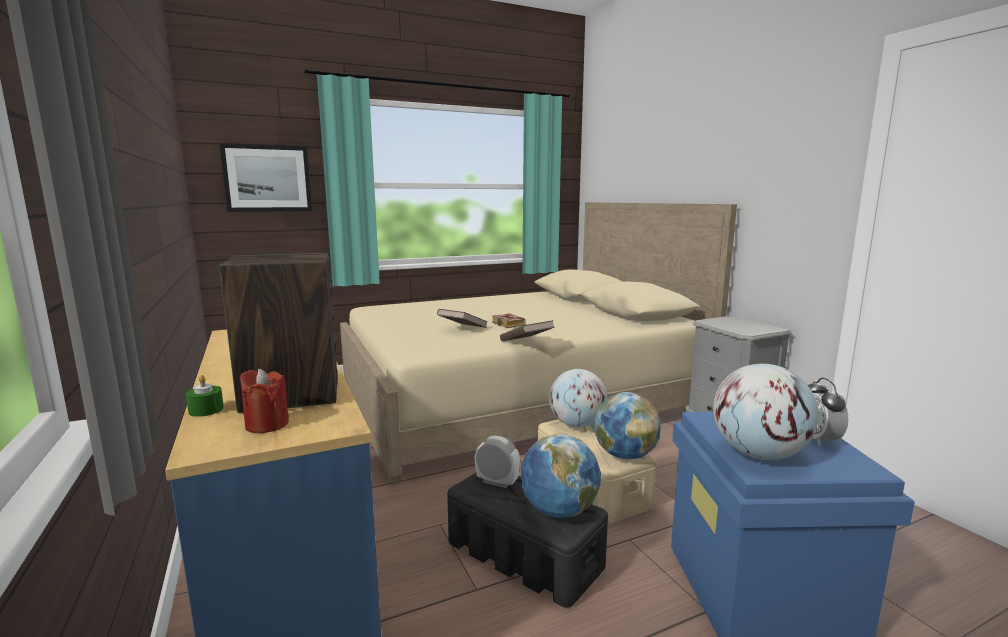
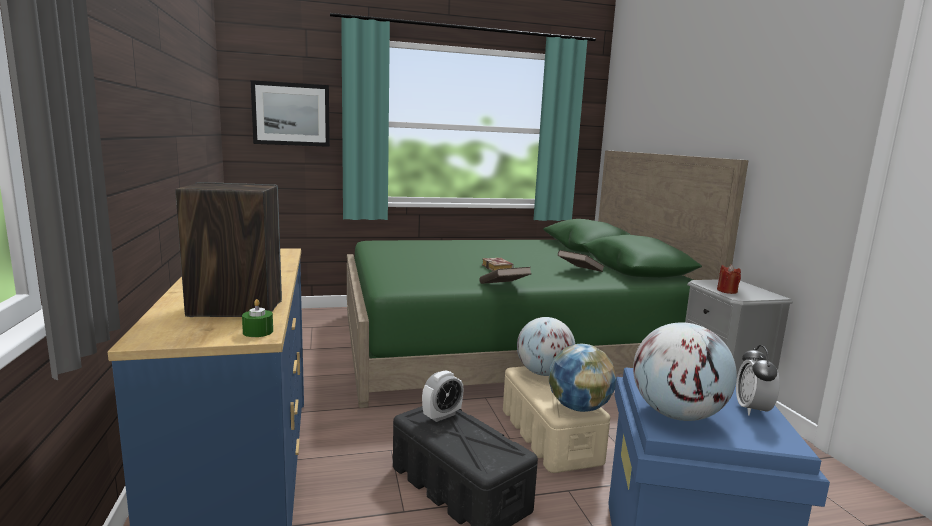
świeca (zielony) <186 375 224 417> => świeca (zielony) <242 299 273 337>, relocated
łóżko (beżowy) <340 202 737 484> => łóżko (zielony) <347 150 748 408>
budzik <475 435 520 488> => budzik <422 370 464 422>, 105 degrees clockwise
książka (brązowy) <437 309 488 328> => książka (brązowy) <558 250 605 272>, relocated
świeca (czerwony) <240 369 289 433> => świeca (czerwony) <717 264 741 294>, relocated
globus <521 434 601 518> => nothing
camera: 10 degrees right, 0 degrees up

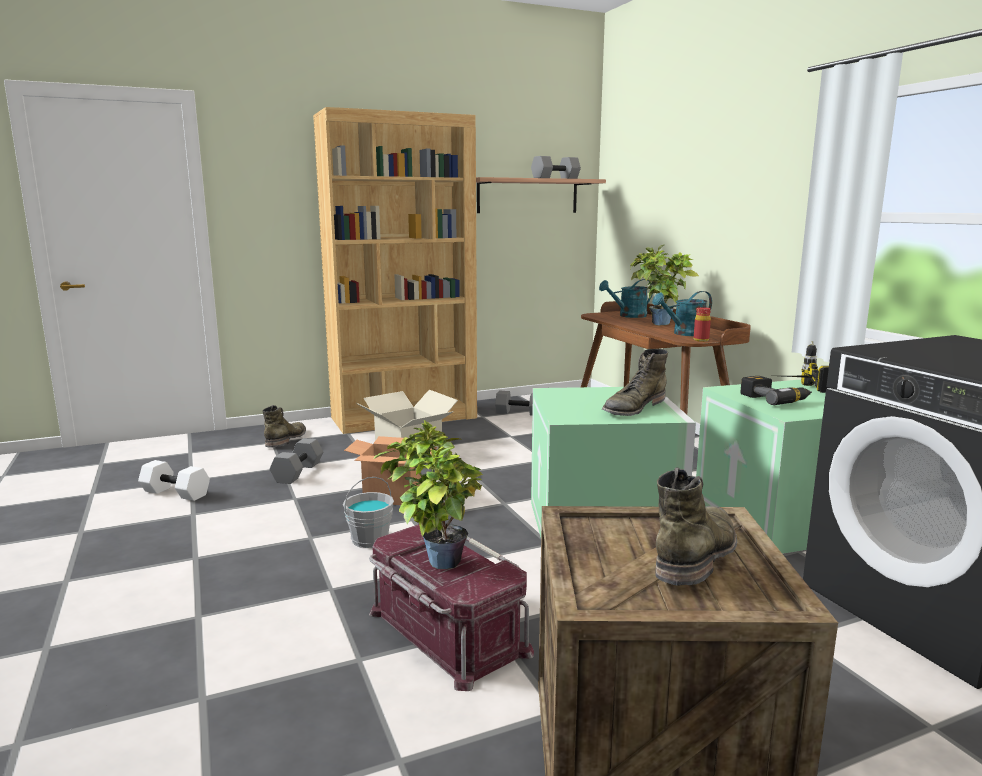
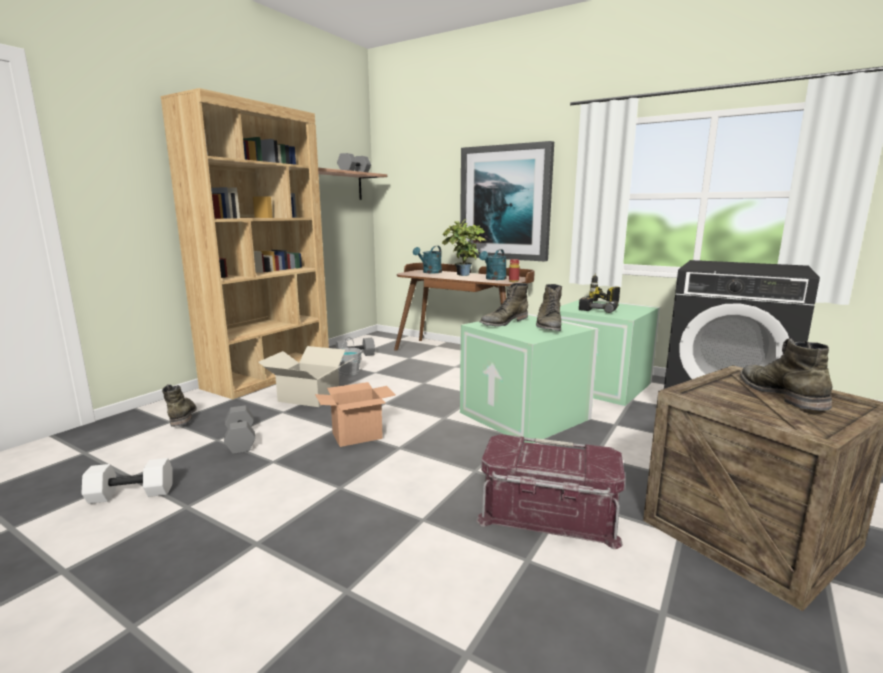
wiadro (szary) <343 477 394 548> => wiadro (szary) <338 337 362 376>, relocated
nothing => obraz <460 141 554 261>
nothing => but z cholewką (zielony) <480 283 528 327>
roślina doniczkowa <374 420 483 569> => nothing
camera: 35 degrees left, 0 degrees up

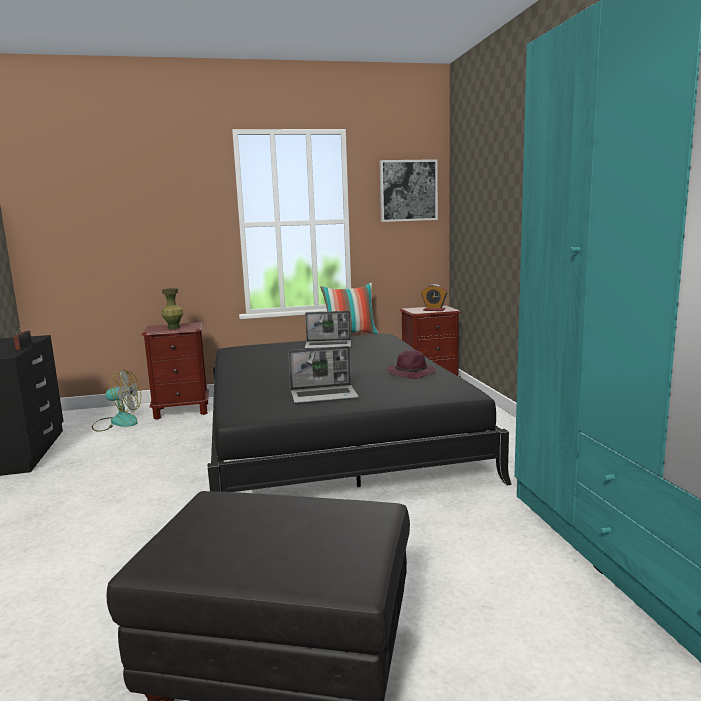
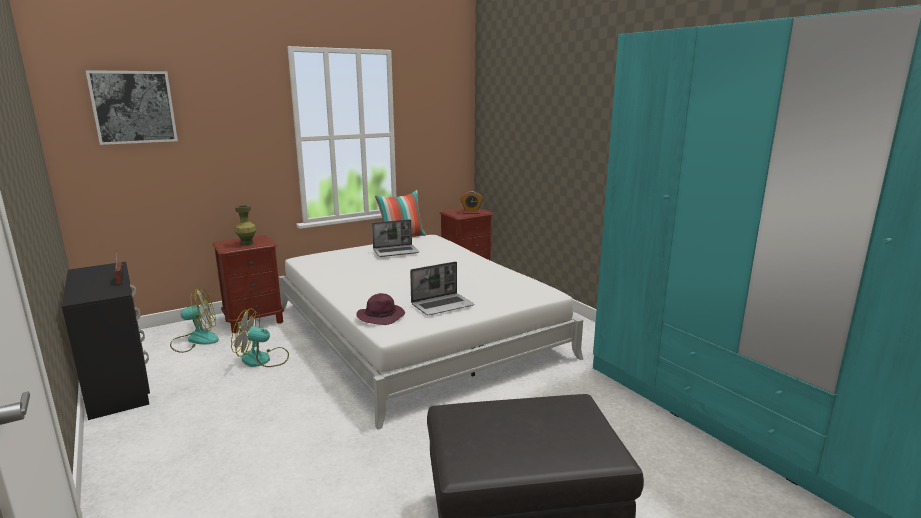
obraz <379 159 438 222> => obraz <86 70 178 145>, relocated
nothing => wentylator <231 308 289 367>
łóżko (czarny) <207 334 512 492> => łóżko (biały) <278 235 583 429>
kapelusz (fioletowy) <387 350 436 379> => kapelusz (fioletowy) <356 293 405 325>, relocated
camera: 20 degrees left, 5 degrees up

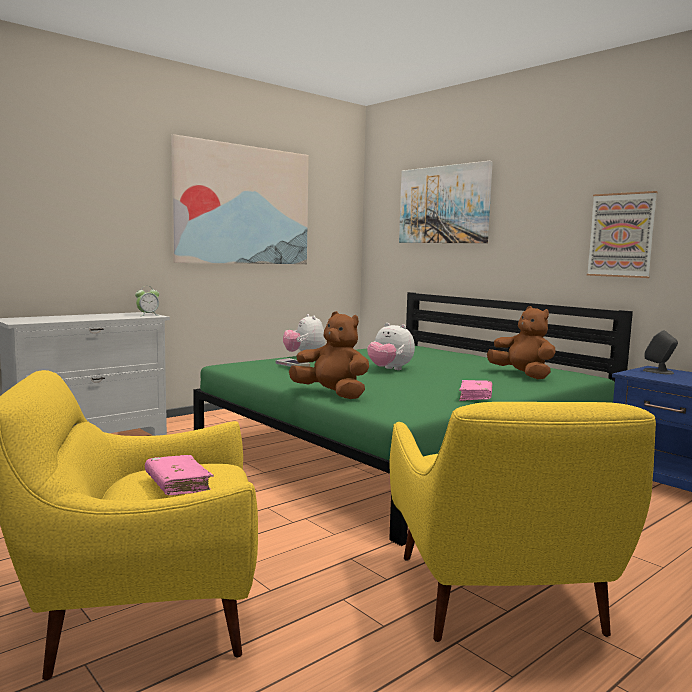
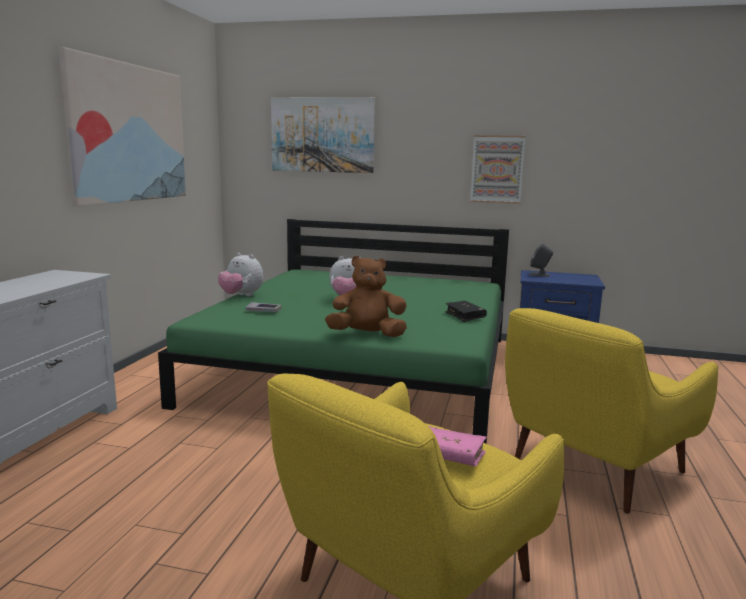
książka (różowy) <459 380 492 401> => książka (czarny) <445 301 487 322>
fotel (żółty) <390 402 656 642> => fotel (żółty) <505 308 718 514>, 90 degrees clockwise
budzik <135 290 159 316> => nothing
pluszak (brązowy) <487 306 556 379> => nothing
camera: 35 degrees left, 5 degrees up

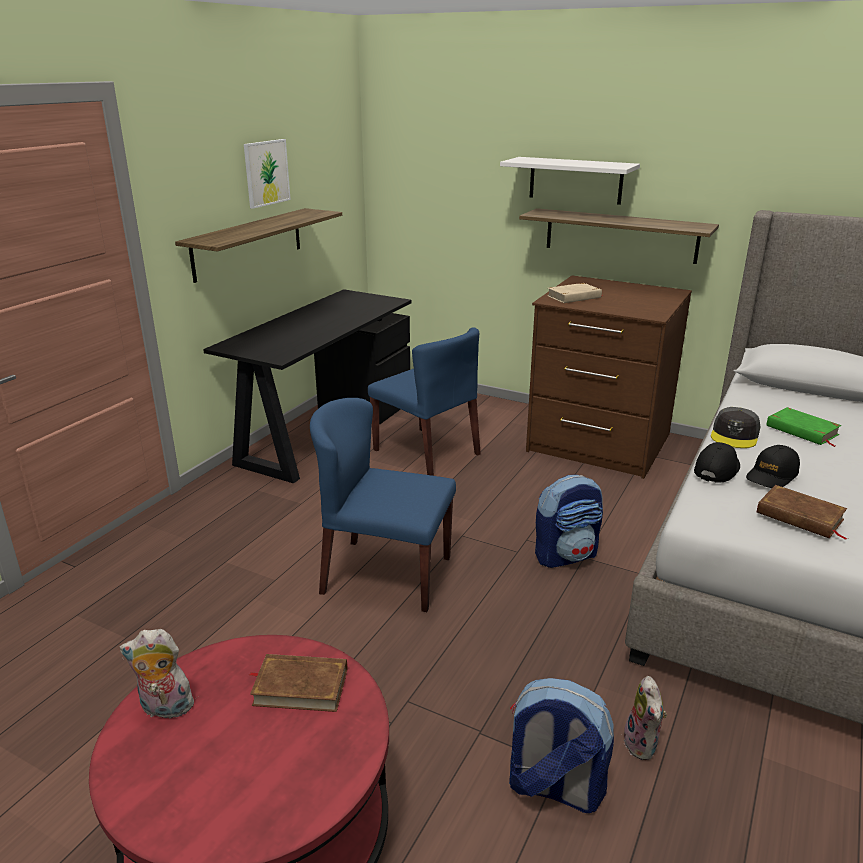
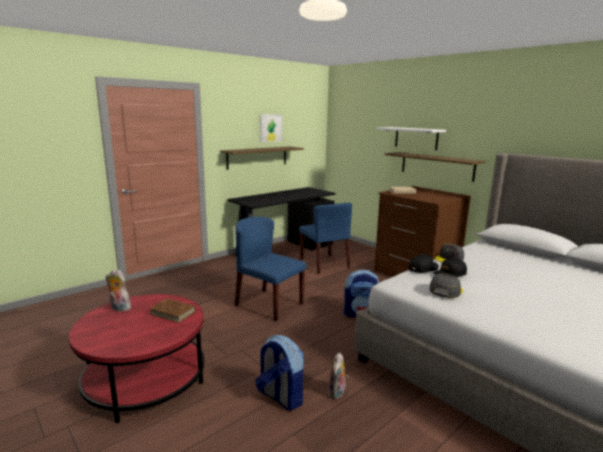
książka (brązowy) <757 485 848 540> => czapka z daszkiem (szary) <430 273 463 298>
książka (zielony) <766 407 842 447> => nothing
camera: 20 degrees right, 10 degrees down

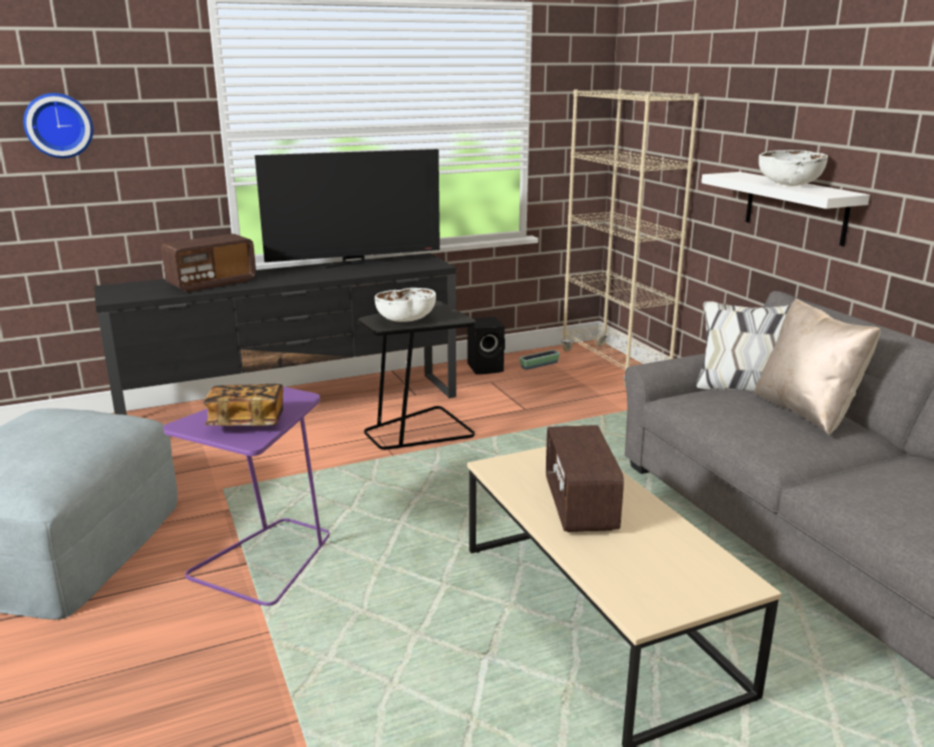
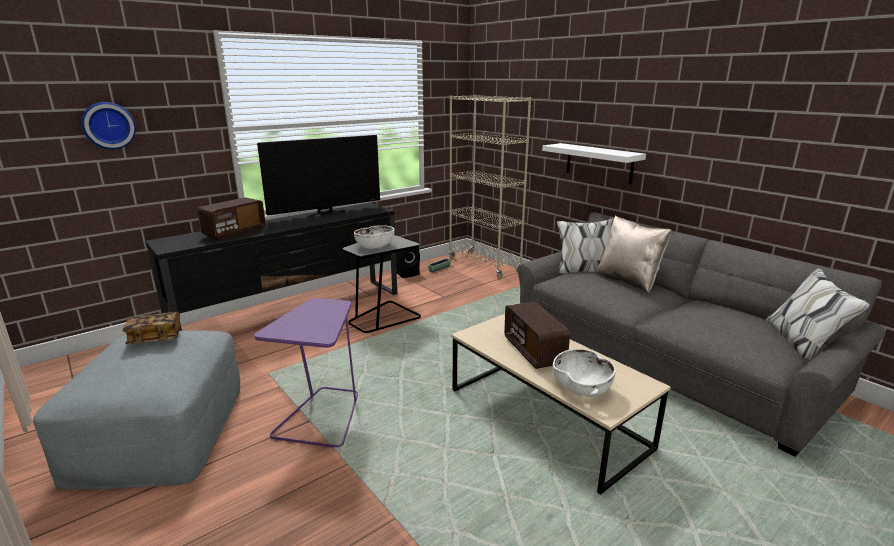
książka <203 384 283 426> => książka <123 312 181 344>, relocated
miska (biały) <759 150 828 186> => miska (biały) <553 349 616 397>, relocated
camera: 15 degrees left, 0 degrees up

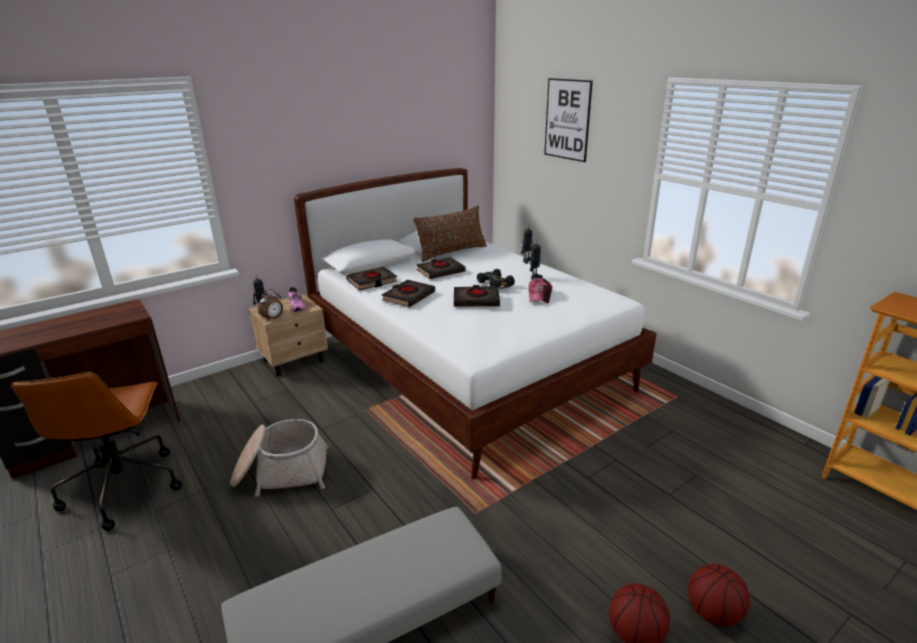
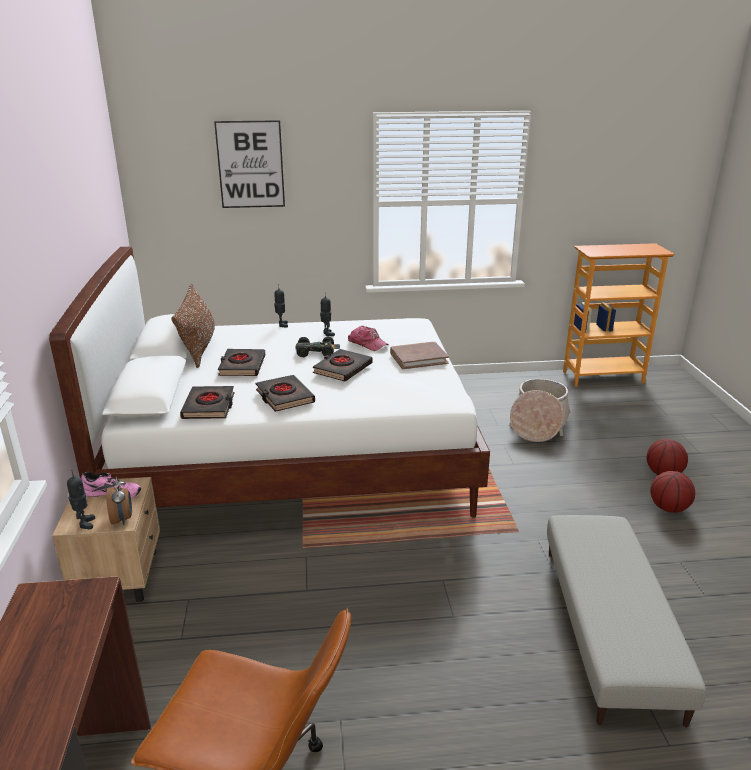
nothing => książka (brązowy) <390 342 449 369>
koszyk <231 419 328 497> => koszyk <509 379 571 442>, relocated
camera: 60 degrees left, 0 degrees up

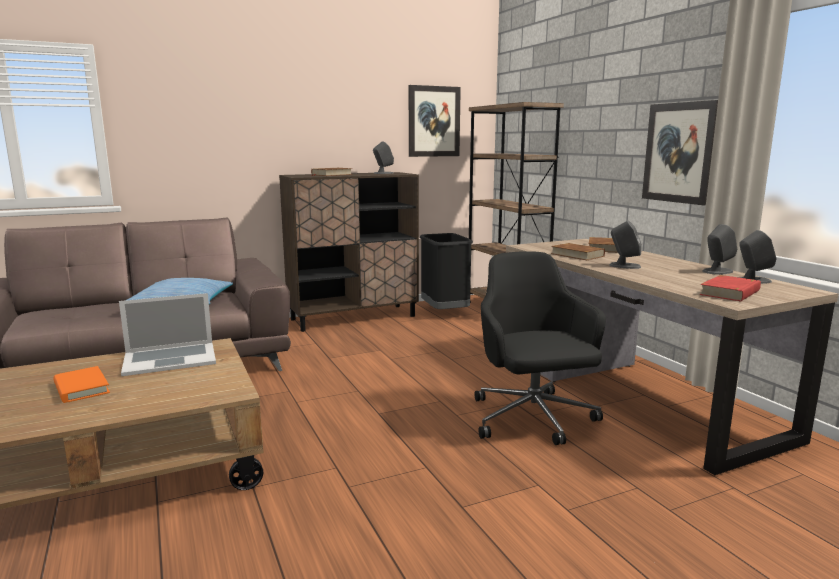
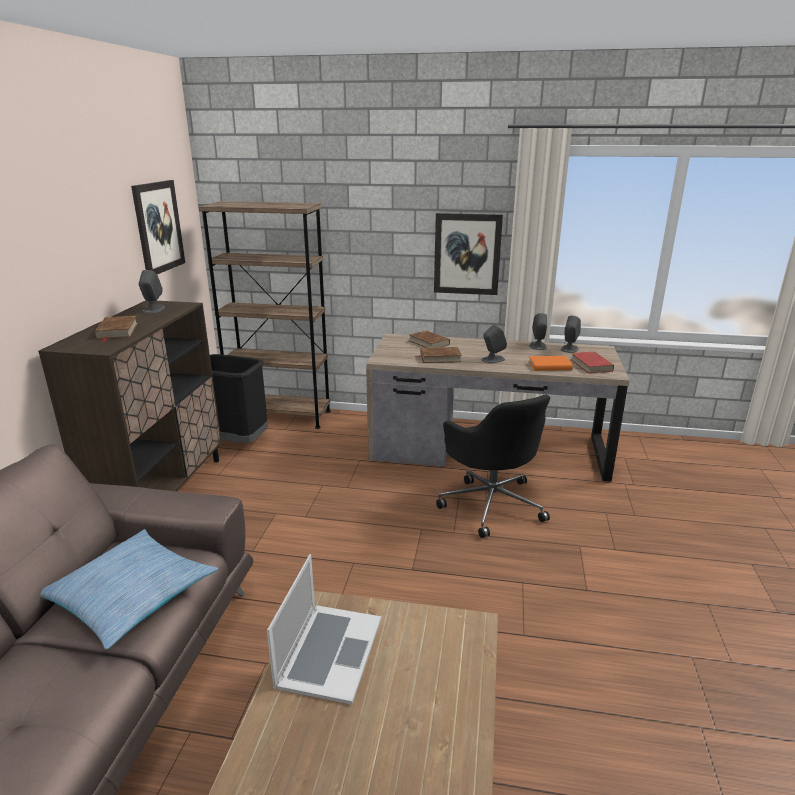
krzesło biurowe (czarny) <474 251 606 445> => krzesło biurowe (czarny) <436 394 550 538>, 135 degrees counterclockwise
książka (pomarańczowy) <54 366 110 403> => książka (pomarańczowy) <528 356 573 371>, relocated
camera: 55 degrees left, 10 degrees up

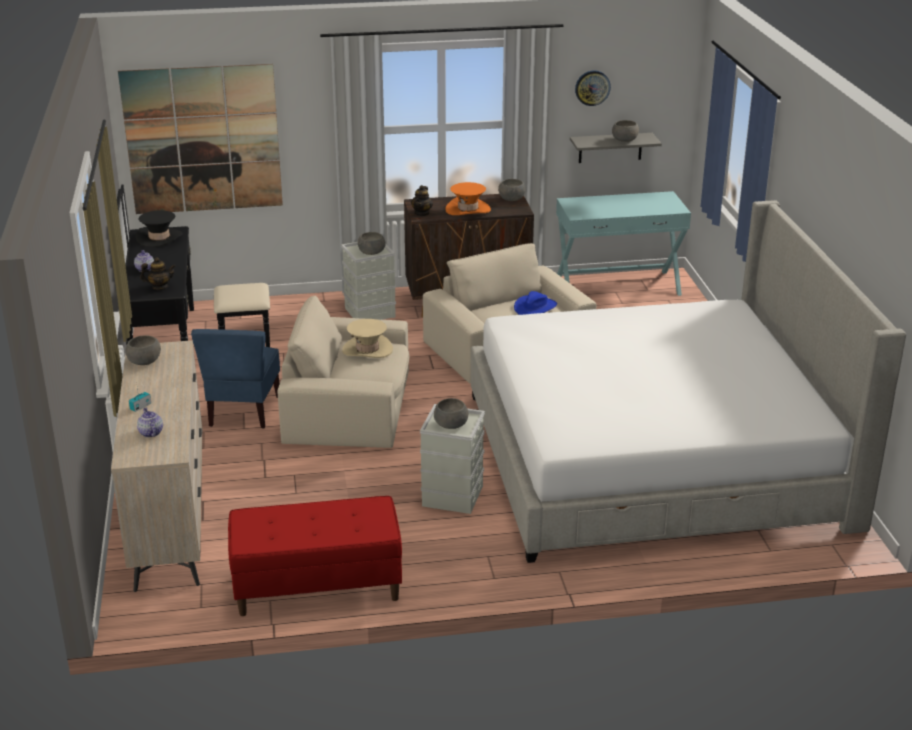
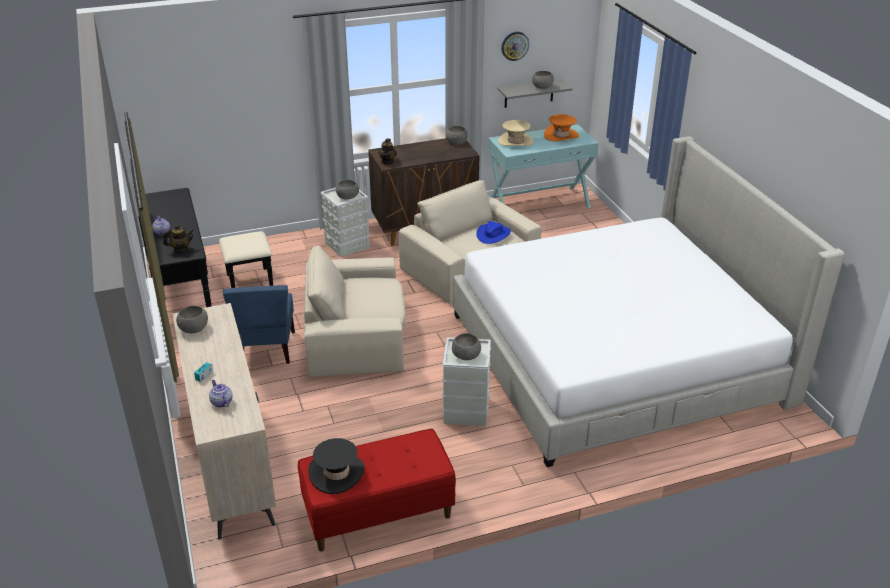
kapelusz (czarny) <135 210 183 248> => kapelusz (czarny) <308 438 365 494>, relocated
kapelusz (beżowy) <342 319 393 358> => kapelusz (beżowy) <498 120 534 146>, relocated
kapelusz (pomarańczowy) <445 182 491 215> => kapelusz (pomarańczowy) <544 114 579 141>, relocated
obraz <118 64 283 214> => nothing
camera: 10 degrees left, 5 degrees up

